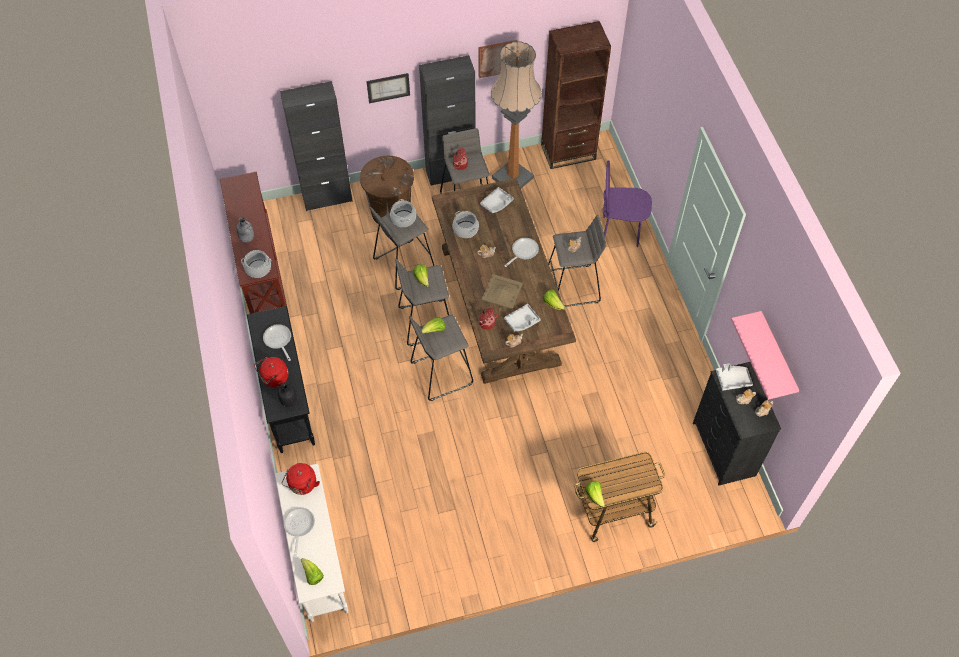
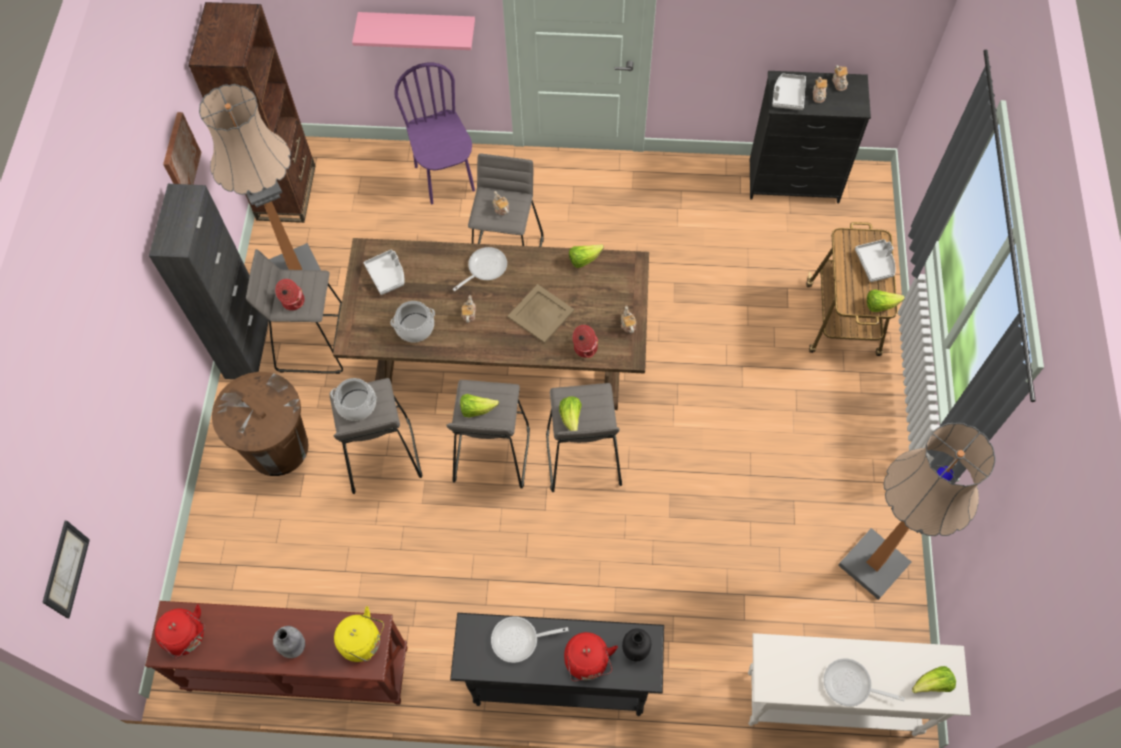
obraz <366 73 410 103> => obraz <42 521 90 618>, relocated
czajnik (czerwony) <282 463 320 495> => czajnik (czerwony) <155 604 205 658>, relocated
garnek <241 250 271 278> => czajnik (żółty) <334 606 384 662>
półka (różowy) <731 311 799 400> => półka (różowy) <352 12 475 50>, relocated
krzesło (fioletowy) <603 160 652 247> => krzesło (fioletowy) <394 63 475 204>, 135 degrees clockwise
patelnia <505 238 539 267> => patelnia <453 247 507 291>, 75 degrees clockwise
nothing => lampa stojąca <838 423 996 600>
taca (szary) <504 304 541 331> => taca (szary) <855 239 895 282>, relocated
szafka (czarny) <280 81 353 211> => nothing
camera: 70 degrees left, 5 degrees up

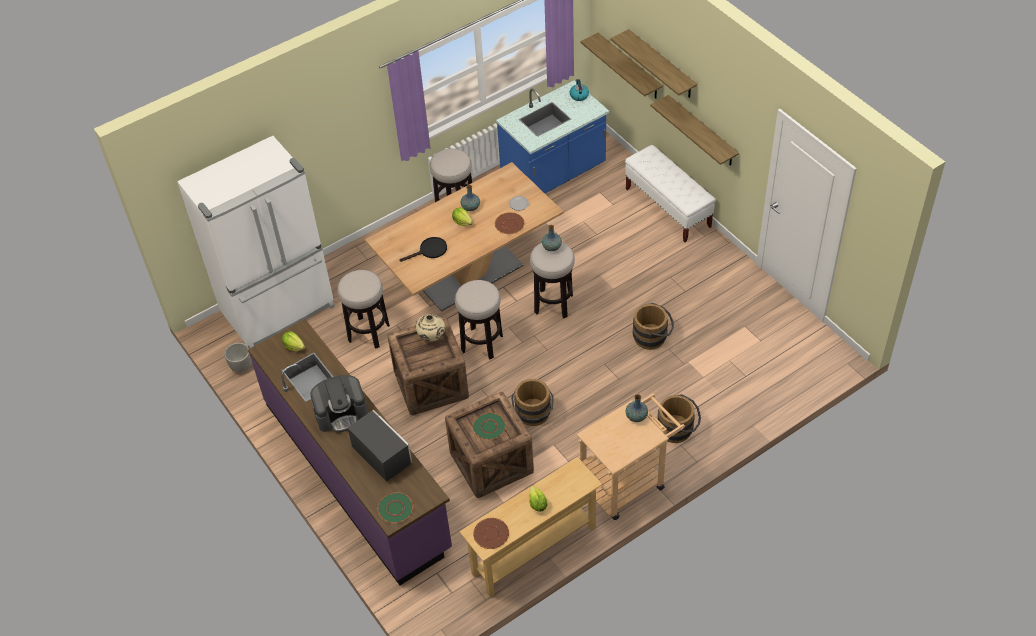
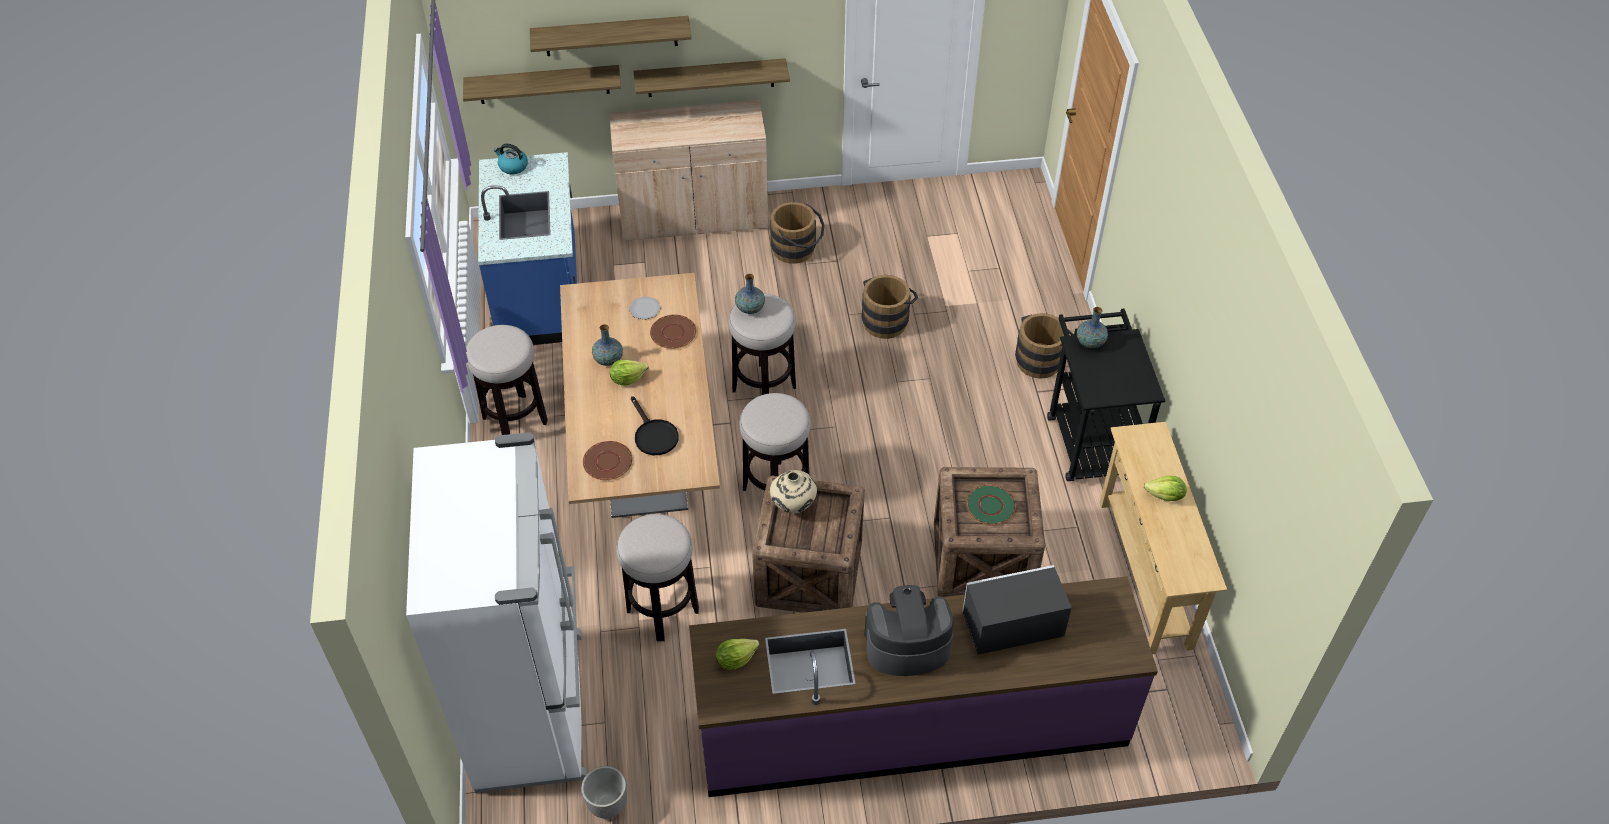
talerz (brązowy) <473 518 509 549> => talerz (brązowy) <583 441 632 480>, relocated
ławka (biały) <625 145 716 242> => szafka (beżowy) <609 100 768 241>
patelnia (czarny) <400 237 447 262> => patelnia (czarny) <631 396 679 455>, 150 degrees clockwise
wiadro (brązowy) <511 379 554 426> => wiadro (brązowy) <770 202 825 264>, relocated
ekspres do kawy <310 375 368 433> => ekspres do kawy <864 585 954 676>, 105 degrees counterclockwise
wózek (beżowy) <577 394 685 520> => wózek (czarny) <1047 309 1165 481>
talerz (zielony) <378 493 413 523> => nothing
camera: 65 degrees left, 0 degrees up

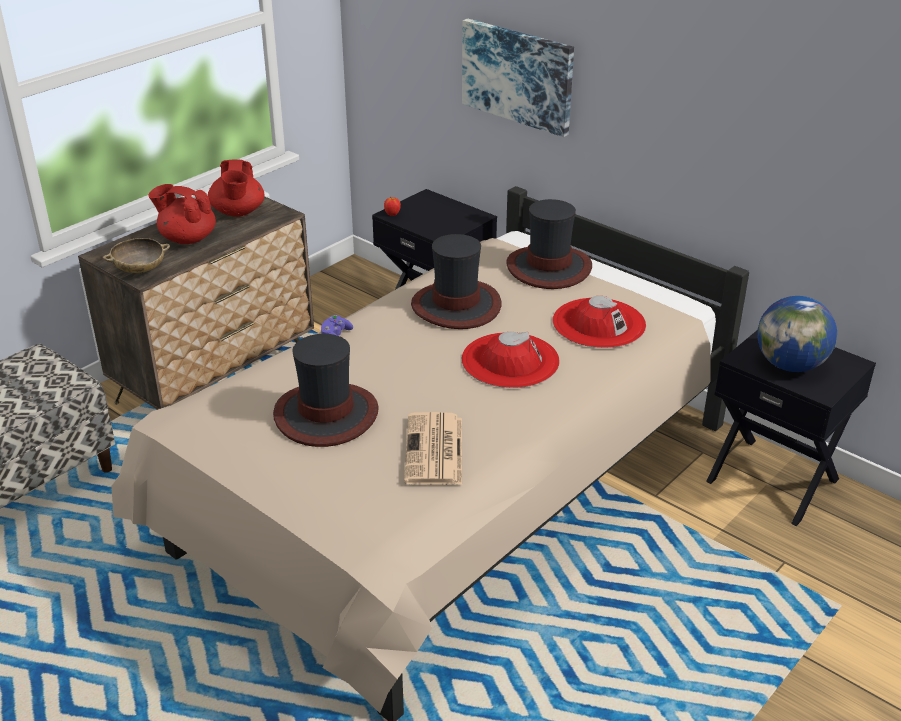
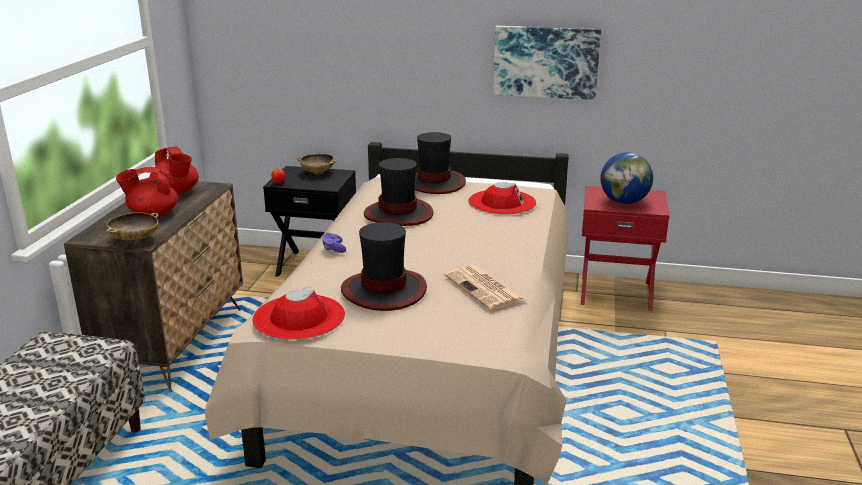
kapelusz (czerwony) <462 332 560 388> => kapelusz (czerwony) <252 286 345 340>, relocated
nothing => miska (beżowy) <297 154 337 174>
obraz <462 19 574 137> => obraz <493 26 601 100>, relocated
szafka nocna (czarny) <706 331 876 526> => szafka nocna (czerwony) <581 186 669 311>
camera: 30 degrees left, 10 degrees down

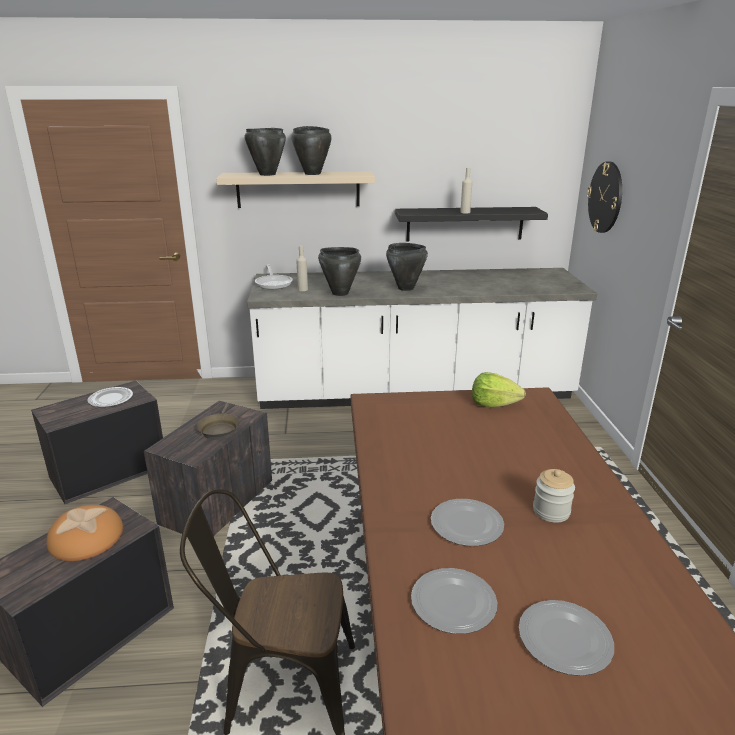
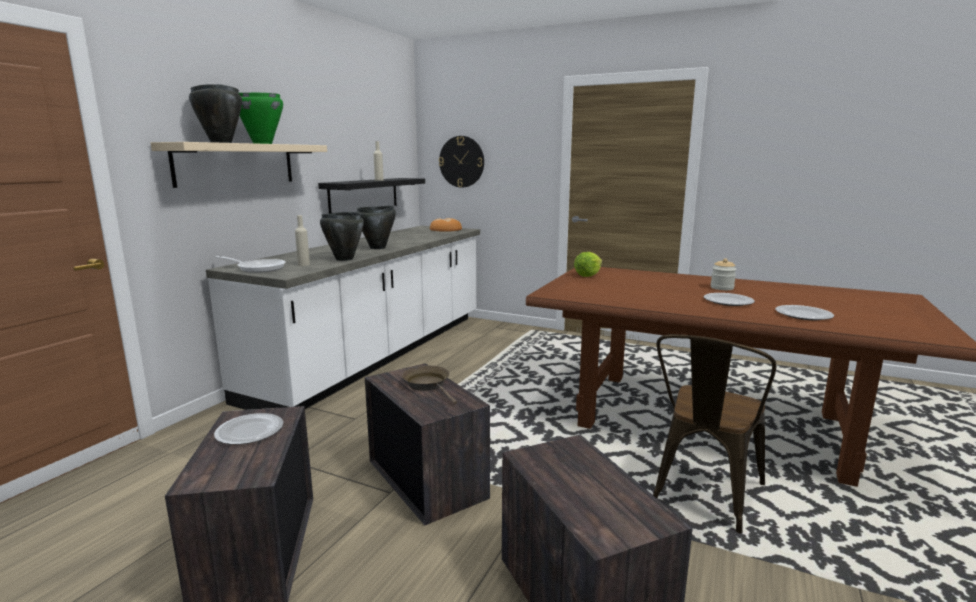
garnek (czarny) <291 126 332 175> => garnek (zielony) <239 93 283 144>
patelnia (brązowy) <197 403 240 440> => patelnia (brązowy) <402 366 457 404>, 150 degrees counterclockwise
chleb <46 505 123 561> => chleb <430 218 462 232>, relocated
talerz <519 600 614 676> => nothing
camera: 60 degrees left, 10 degrees down

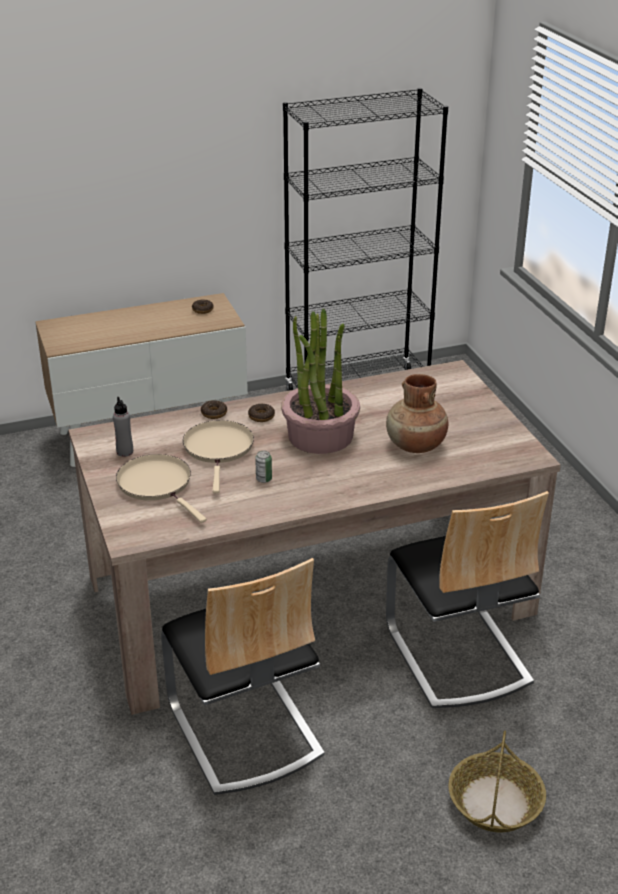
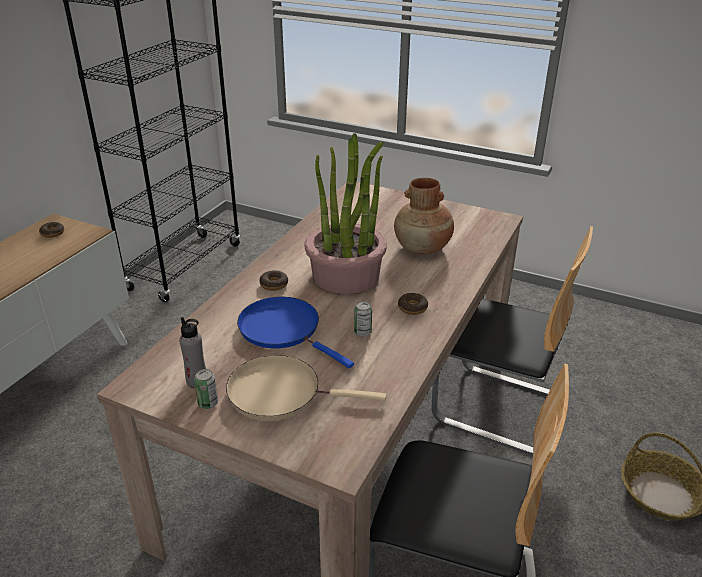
nothing => puszka <194 369 218 409>
patelnia (beżowy) <183 420 254 494> => patelnia (niebieski) <237 297 354 368>
donut <201 400 227 419> => donut <398 293 428 315>, relocated
camera: 45 degrees left, 0 degrees up

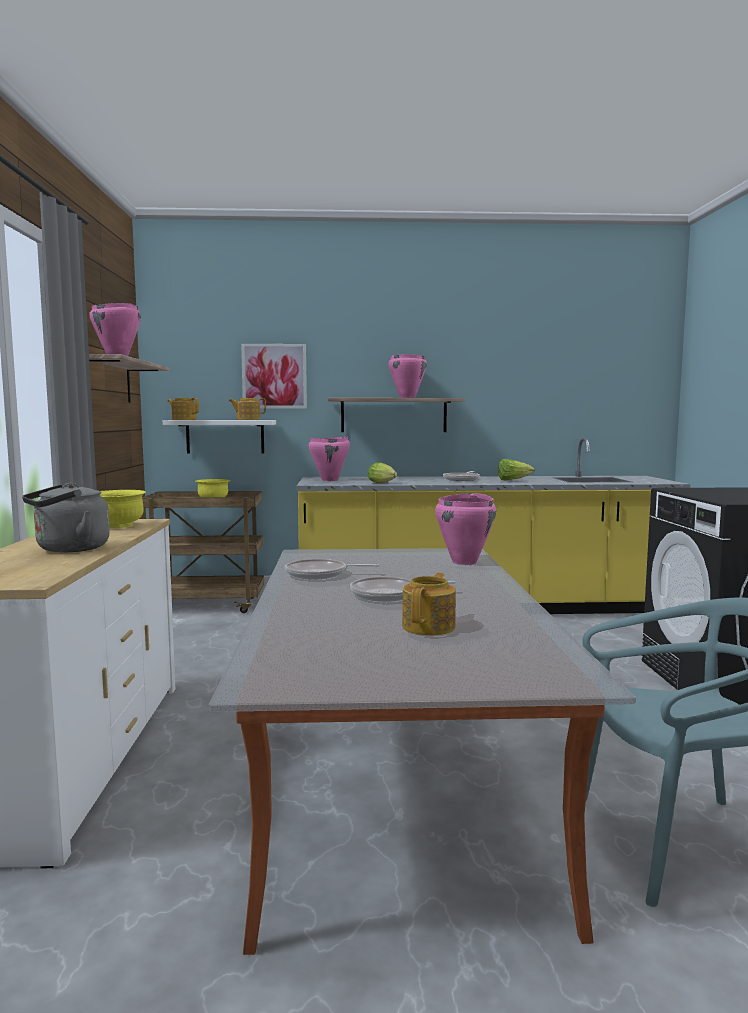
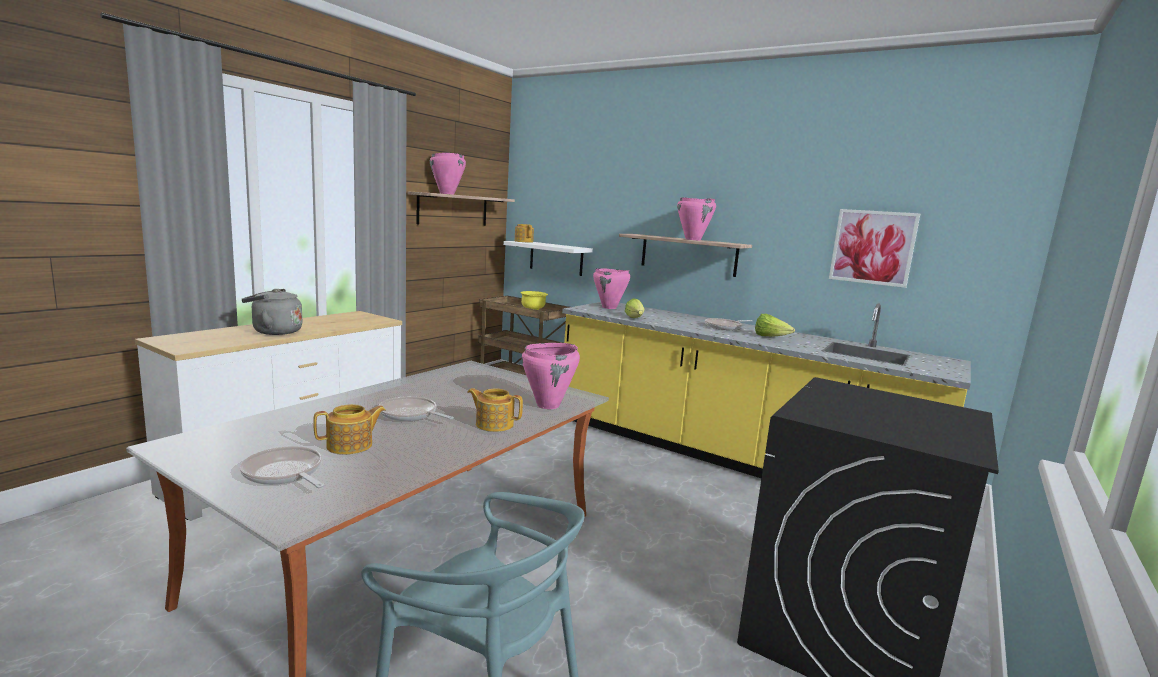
patelnia <285 559 380 580> => patelnia <240 446 325 488>, relocated
imbryk <229 398 266 420> => imbryk <467 388 523 432>, relocated
obraz <241 344 307 409> => obraz <829 209 920 288>, relocated
miska (żółty) <100 490 146 528> => nothing
camera: 35 degrees right, 5 degrees up

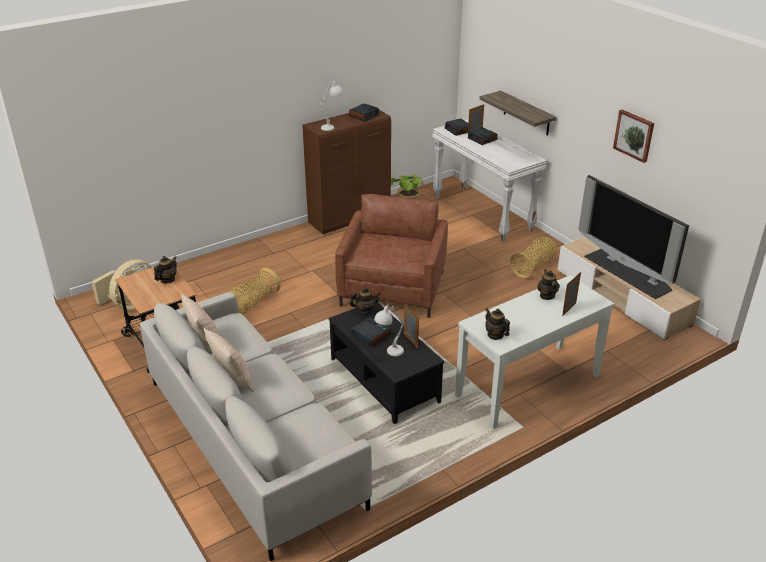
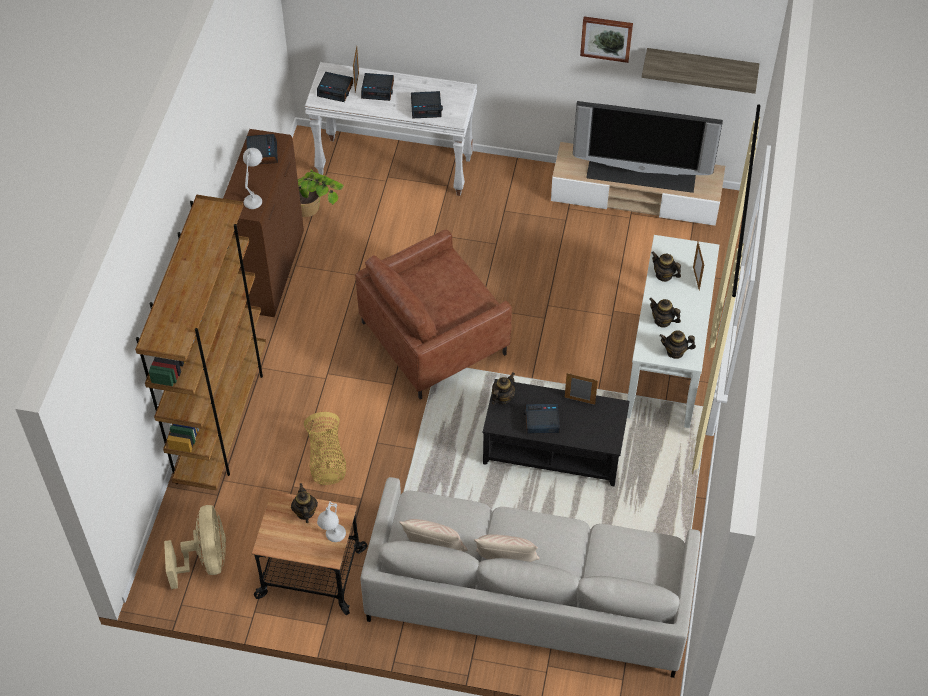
nothing => regał (brązowy) <135 195 266 490>
lampa stołowa (biały) <374 304 405 356> => lampa stołowa (biały) <317 501 346 542>, relocated
fotel (brązowy) <335 194 448 318> => fotel (brązowy) <355 230 512 400>, 90 degrees counterclockwise
nothing => budzik <411 91 443 118>
półka <479 91 557 136> => półka <642 48 759 94>, relocated
nothing => imbryk <649 298 681 328>
koszyk <510 237 557 278> => nothing
camera: 45 degrees left, 20 degrees up

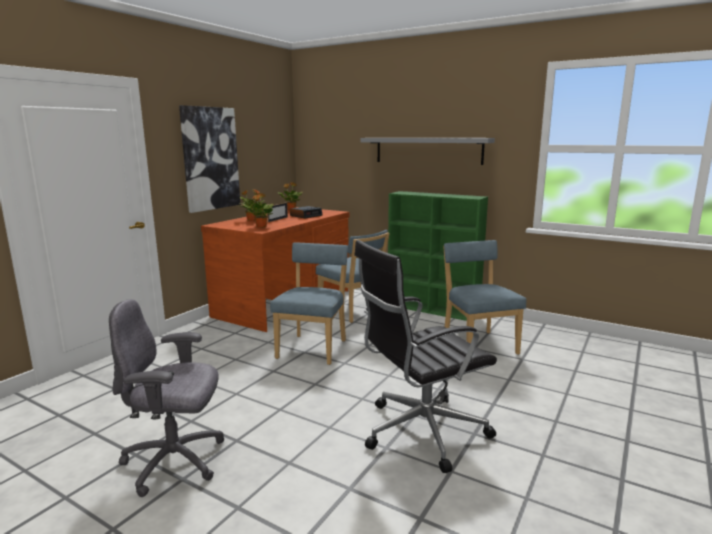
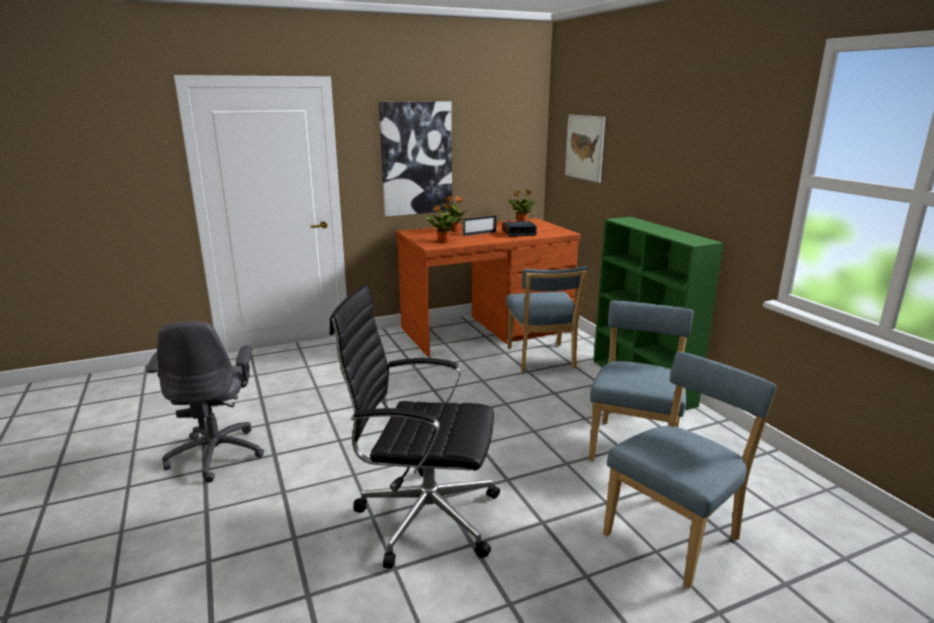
krzesło biurowe (szary) <109 299 224 497> => krzesło biurowe (szary) <146 321 264 483>, 135 degrees counterclockwise
nothing => obraz <565 115 605 183>
krzesło (niebieski) <270 242 348 365> => krzesło (niebieski) <603 351 777 589>, relocated
półka (szary) <360 138 495 165> => nothing
camera: 35 degrees right, 5 degrees up

